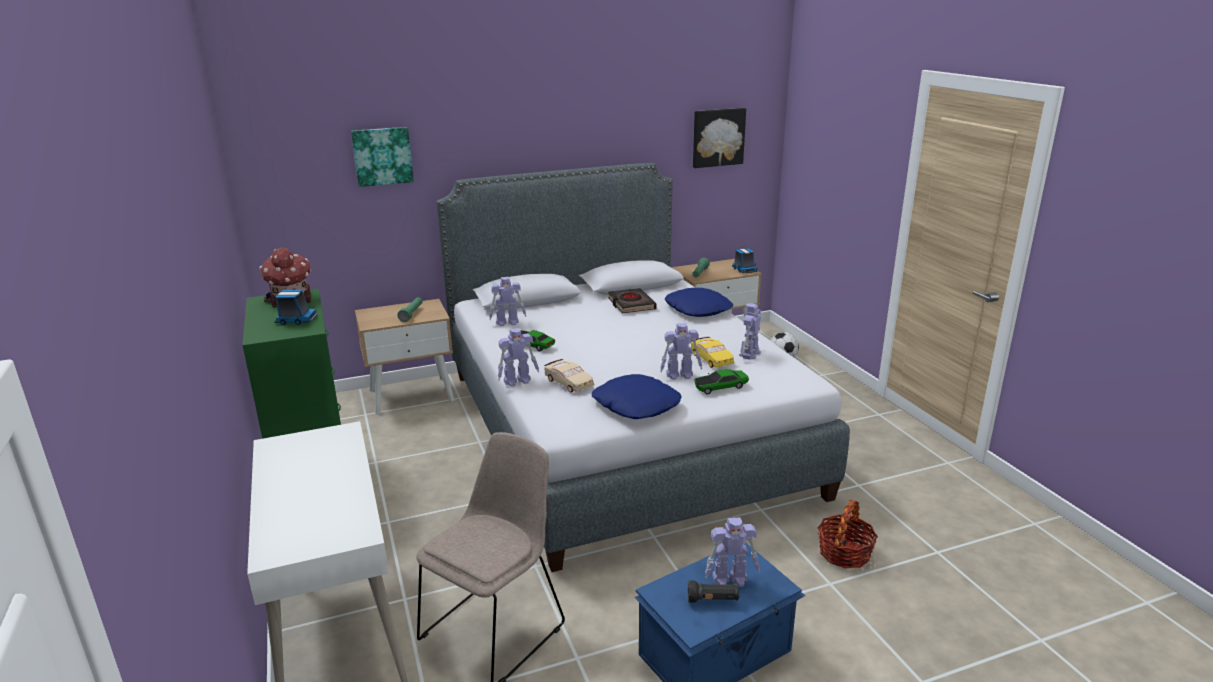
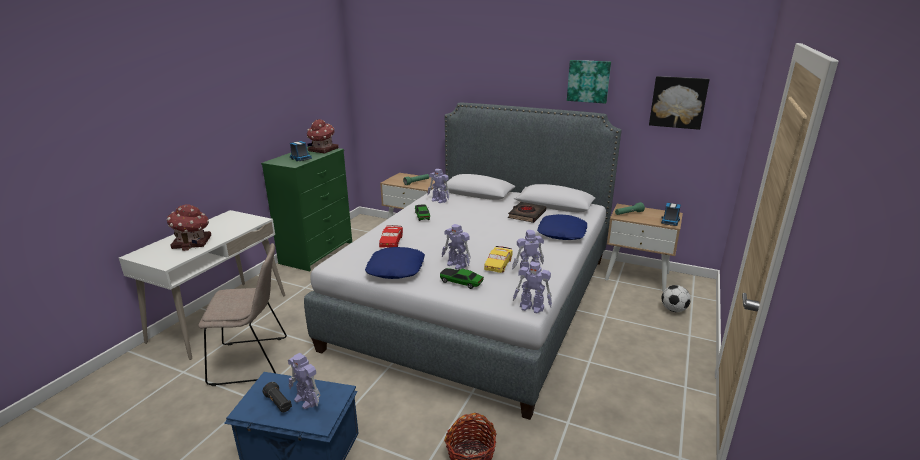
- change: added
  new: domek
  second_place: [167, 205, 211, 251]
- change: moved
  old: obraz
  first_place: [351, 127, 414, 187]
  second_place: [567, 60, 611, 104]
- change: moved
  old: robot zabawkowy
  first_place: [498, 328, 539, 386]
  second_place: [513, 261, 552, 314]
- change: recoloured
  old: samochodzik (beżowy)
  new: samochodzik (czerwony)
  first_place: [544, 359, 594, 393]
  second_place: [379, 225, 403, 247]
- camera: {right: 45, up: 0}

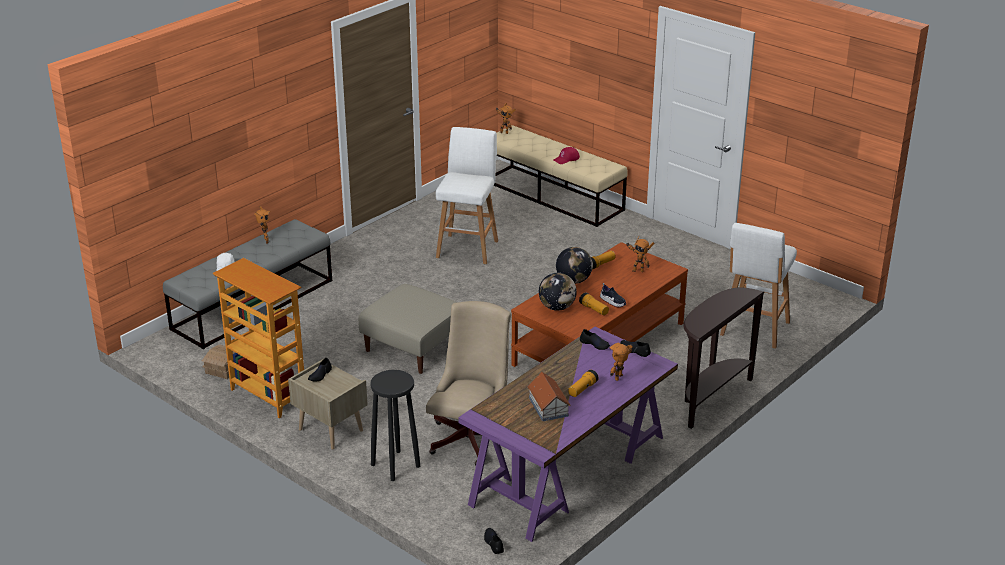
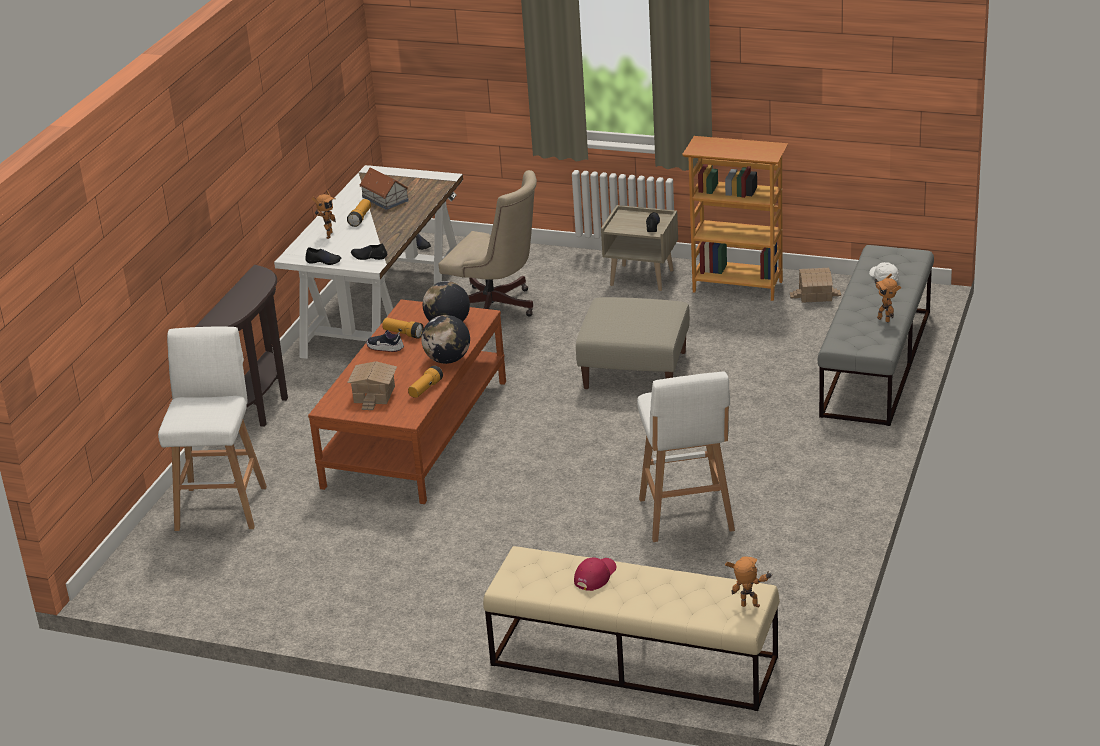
- change: removed
  old: stołek (czarny)
  first_place: [371, 370, 420, 481]
- change: replaced
  old: robot zabawkowy
  new: domek
  first_place: [626, 236, 655, 272]
  second_place: [347, 361, 397, 410]
- change: recoloured
  old: biurko (fioletowy)
  new: biurko (biały)
  first_place: [458, 327, 678, 542]
  second_place: [274, 165, 463, 359]
- change: turned
  old: krzesło biurowe (beżowy)
  first_place: [426, 301, 511, 465]
  second_place: [438, 170, 537, 317]
  degrees: -60
- camera: {right: 160, up: 0}

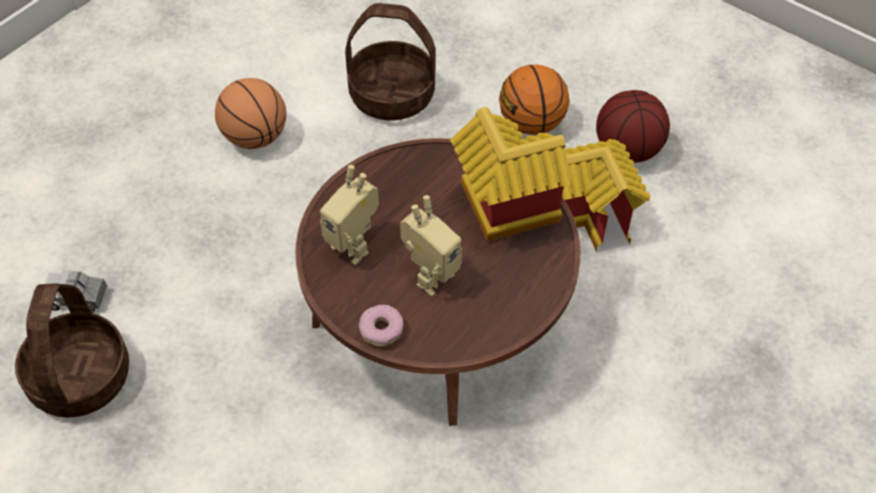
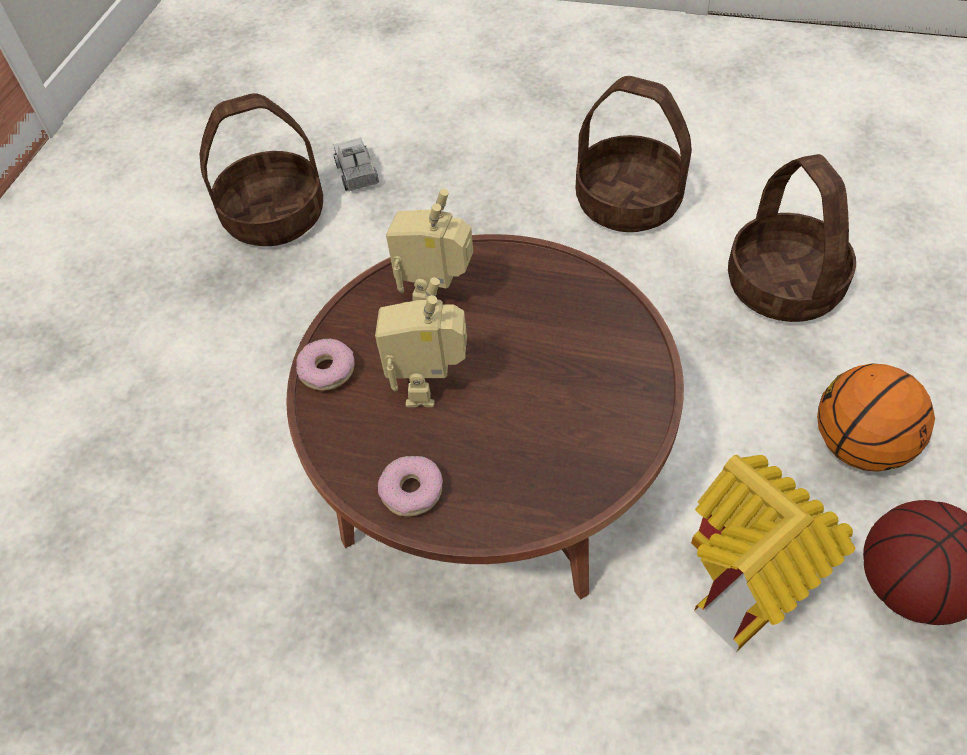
- change: removed
  old: domek
  first_place: [450, 107, 572, 242]
- change: added
  new: donut
  second_place: [378, 456, 443, 517]
- change: replaced
  old: piłka do koszykówki
  new: koszyk
  first_place: [215, 78, 286, 149]
  second_place: [576, 76, 692, 232]
- change: turned
  old: robot zabawkowy
  first_place: [400, 195, 462, 297]
  second_place: [375, 277, 467, 407]
  degrees: 75
- camera: {right: 70, up: 0}

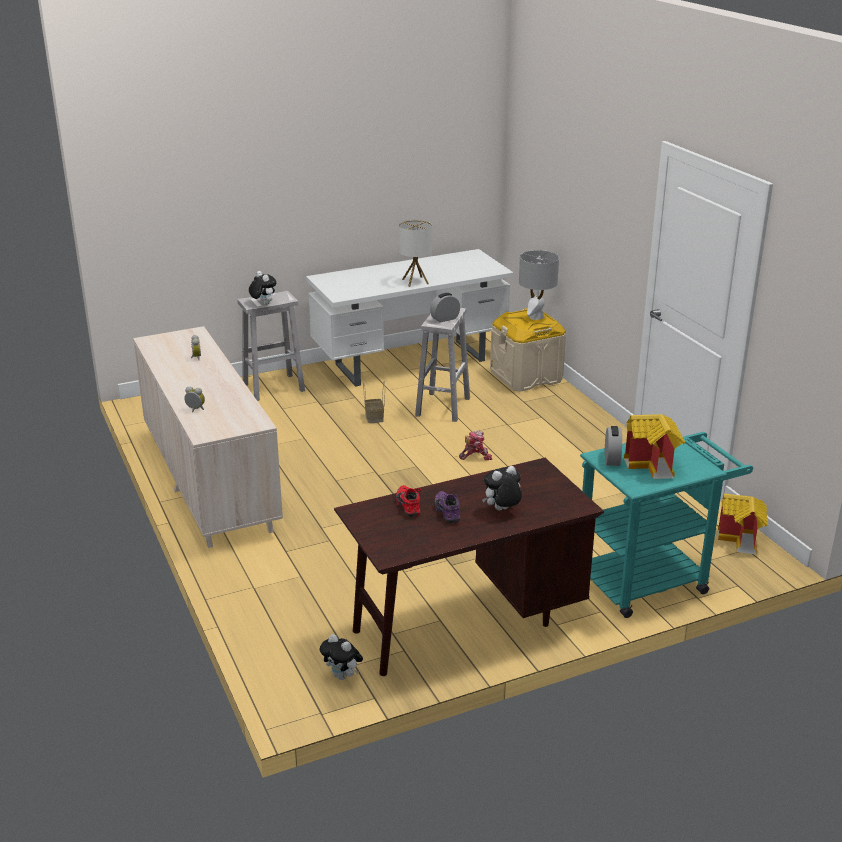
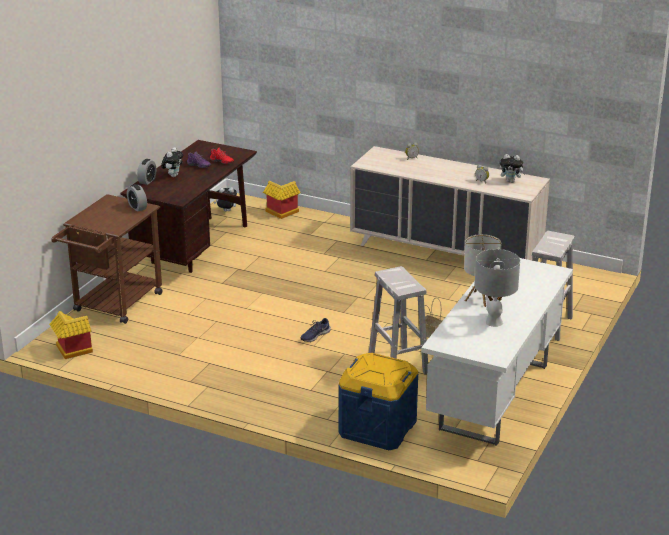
- change: moved
  old: pluszak
  first_place: [249, 271, 276, 305]
  second_place: [499, 154, 526, 183]
- change: moved
  old: budzik
  first_place: [430, 293, 460, 323]
  second_place: [137, 159, 156, 185]
- change: moved
  old: lampa stołowa (szary)
  first_place: [519, 250, 559, 320]
  second_place: [475, 249, 520, 327]
- change: moved
  old: domek
  first_place: [624, 414, 685, 479]
  second_place: [263, 181, 301, 219]
- change: replaced
  old: robot zabawkowy
  new: but (niebieski)
  first_place: [459, 431, 492, 460]
  second_place: [300, 318, 331, 342]
- change: recoloured
  old: pojemnik do przechowywania (beżowy)
  new: pojemnik do przechowywania (niebieski)
  first_place: [490, 308, 566, 392]
  second_place: [338, 353, 419, 450]
- change: recoloured
  old: wózek (turkusowy)
  new: wózek (brązowy)
  first_place: [580, 432, 753, 618]
  second_place: [51, 194, 163, 324]
- camera: {right: 140, up: 0}

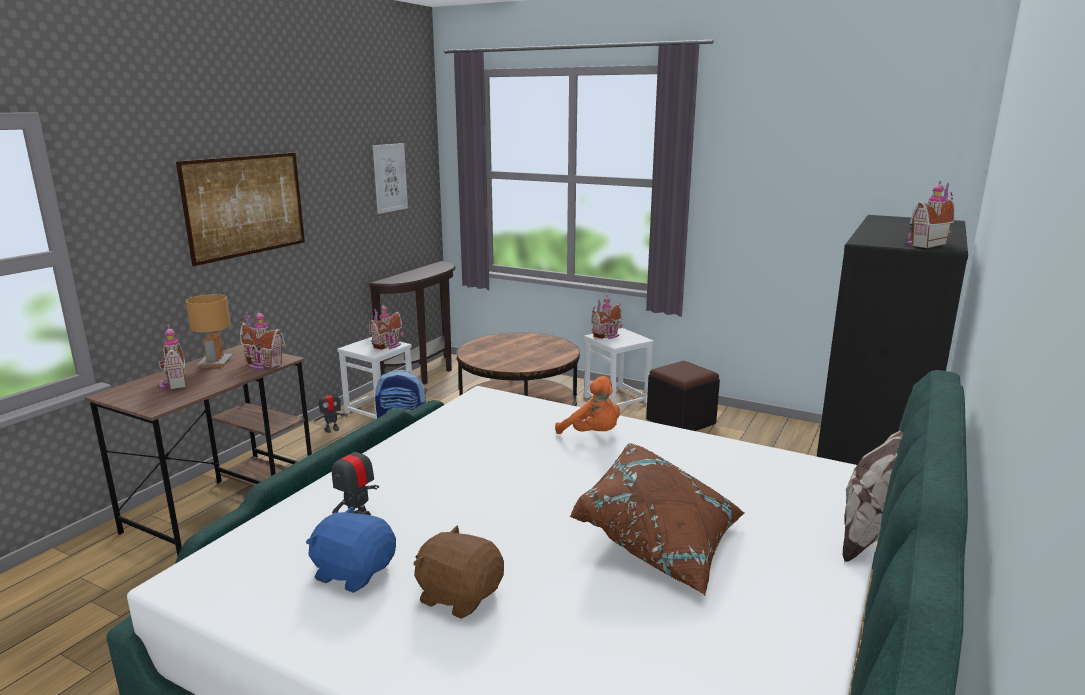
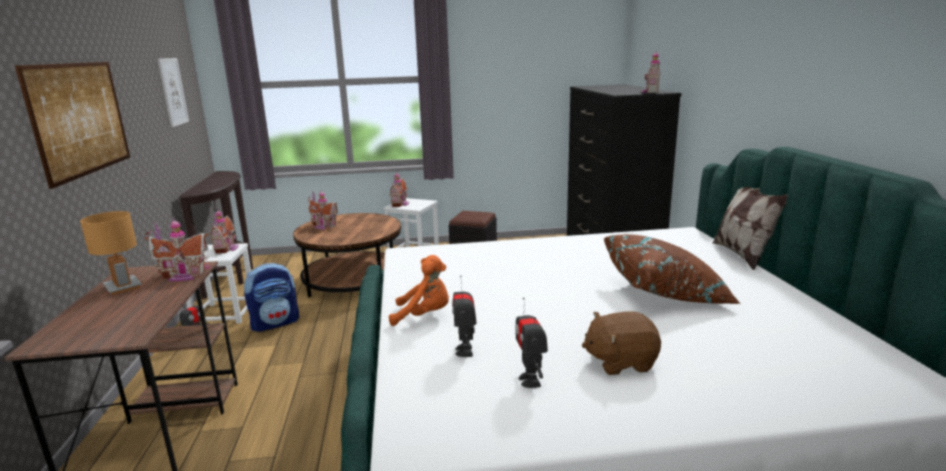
- change: moved
  old: domek
  first_place: [159, 324, 187, 390]
  second_place: [308, 190, 338, 229]
- change: moved
  old: pluszak (pomarańczowy)
  first_place: [555, 376, 620, 434]
  second_place: [389, 255, 449, 326]
- change: replaced
  old: pluszak (niebieski)
  new: robot zabawkowy
  first_place: [306, 506, 396, 593]
  second_place: [515, 298, 548, 388]
- camera: {right: -35, up: 0}

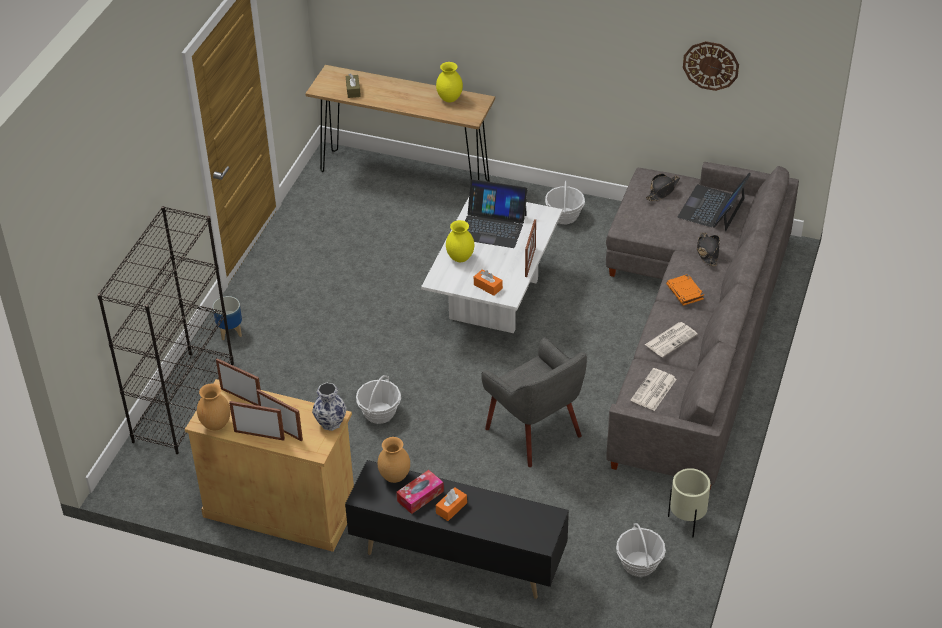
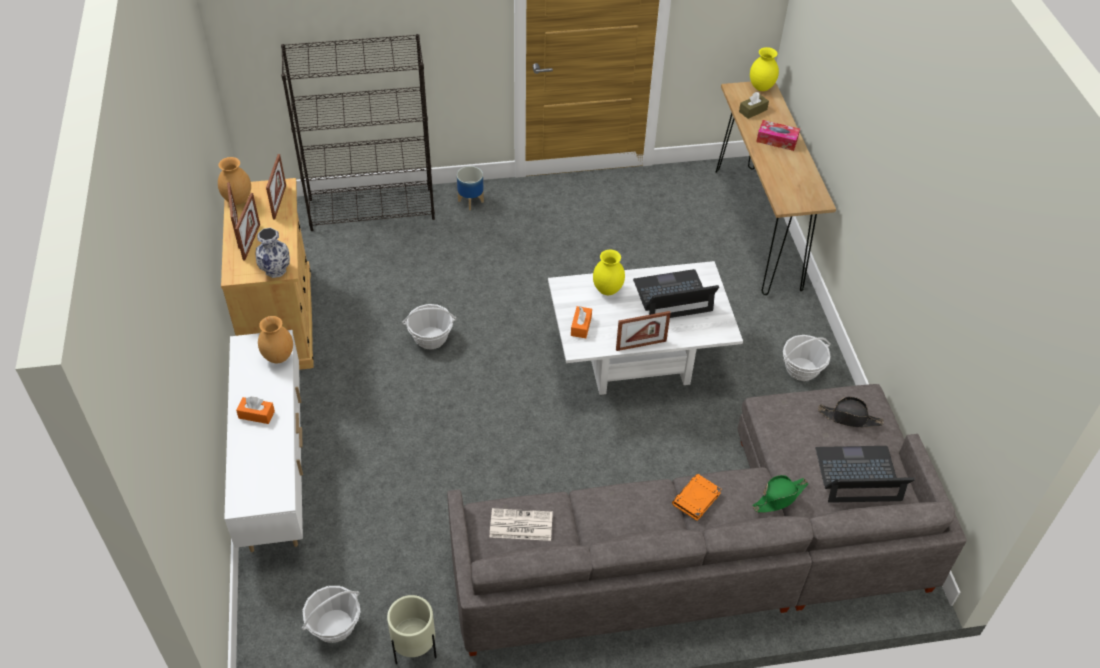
- change: removed
  old: fotel (szary)
  first_place: [481, 337, 587, 467]
- change: removed
  old: gazeta
  first_place: [645, 322, 698, 357]
- change: removed
  old: zegar ścienny
  first_place: [683, 41, 739, 91]
- change: moved
  old: pudełko chusteczek
  first_place: [396, 470, 444, 514]
  second_place: [756, 120, 800, 151]
- change: moved
  old: wazon (żółty)
  first_place: [436, 62, 463, 102]
  second_place: [750, 47, 779, 91]
- change: recoloured
  old: szafka pod telewizor (czarny)
  new: szafka pod telewizor (biały)
  first_place: [345, 460, 569, 599]
  second_place: [224, 330, 303, 552]
- change: recoloured
  old: kapelusz (czarny)
  new: kapelusz (zielony)
  first_place: [697, 232, 720, 266]
  second_place: [752, 475, 809, 513]
- change: turned
  old: laptop
  first_place: [465, 179, 528, 248]
  second_place: [633, 269, 719, 318]
  degrees: 90
- camera: {right: 60, up: 5}

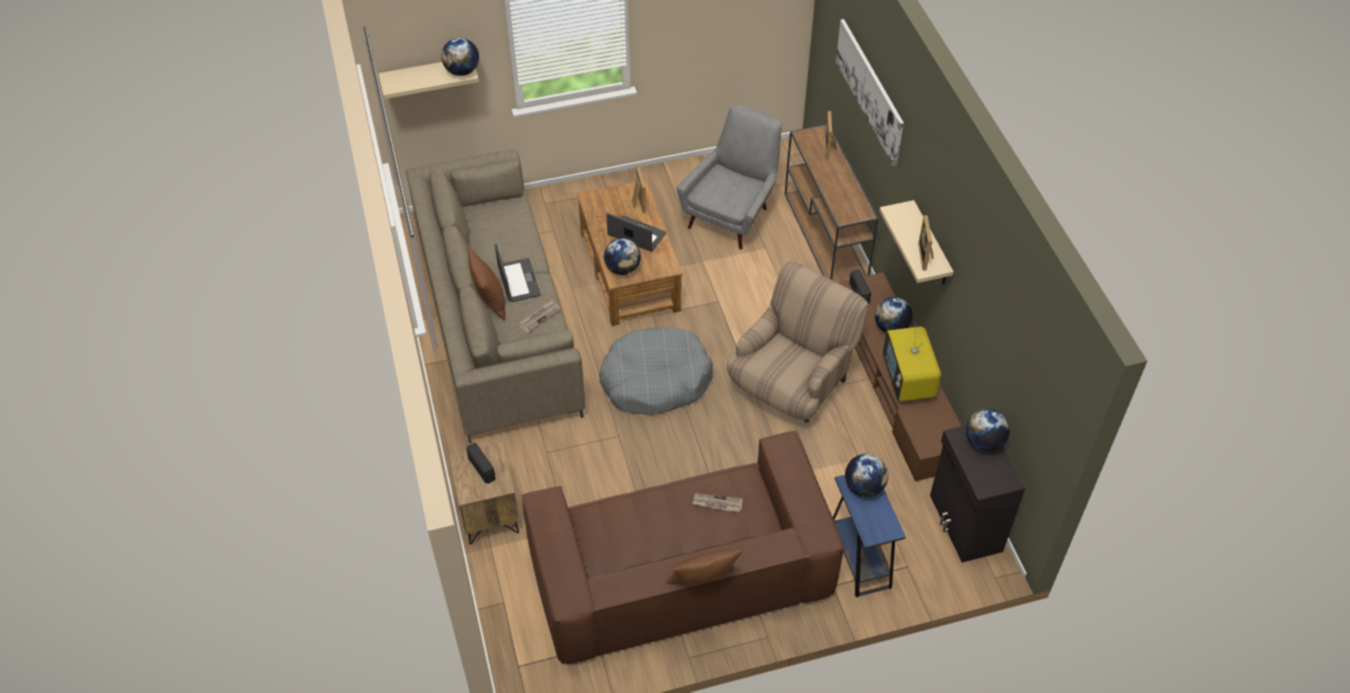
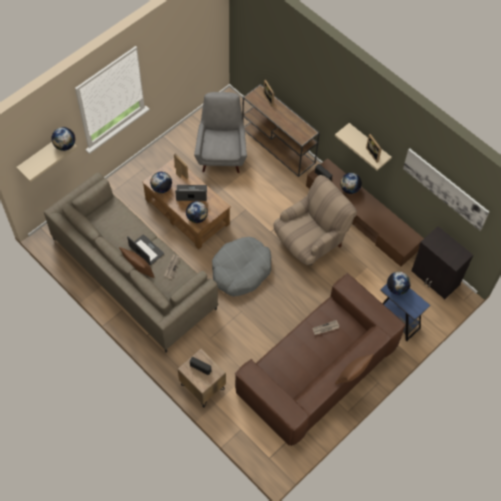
- change: removed
  old: telewizor
  first_place: [883, 323, 941, 401]
- change: moved
  old: obraz
  first_place: [836, 19, 904, 166]
  second_place: [403, 148, 489, 231]
- change: moved
  old: globus
  first_place: [966, 409, 1010, 451]
  second_place: [150, 172, 172, 193]
- change: turned
  old: fotel (beżowy)
  first_place: [727, 262, 869, 423]
  second_place: [274, 175, 357, 265]
  degrees: 45
- camera: {right: -30, up: 10}

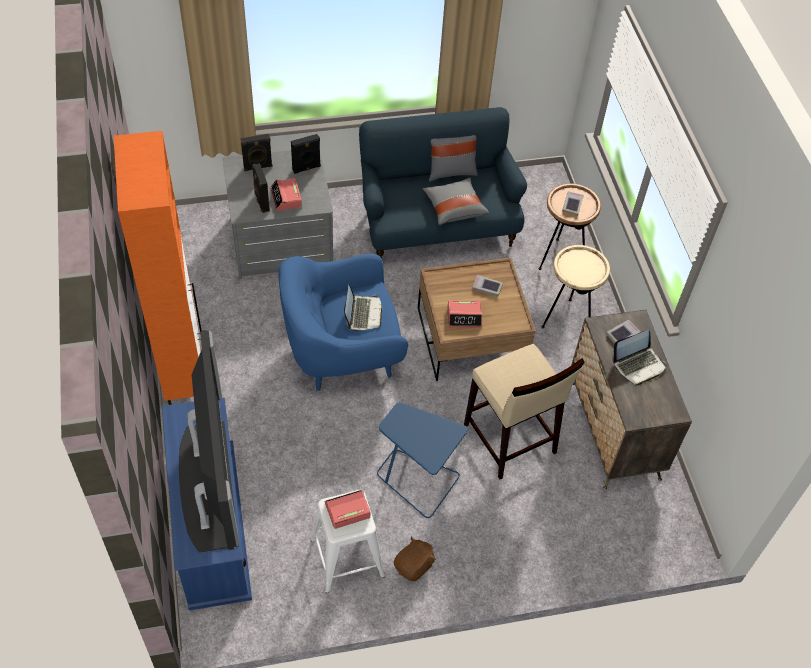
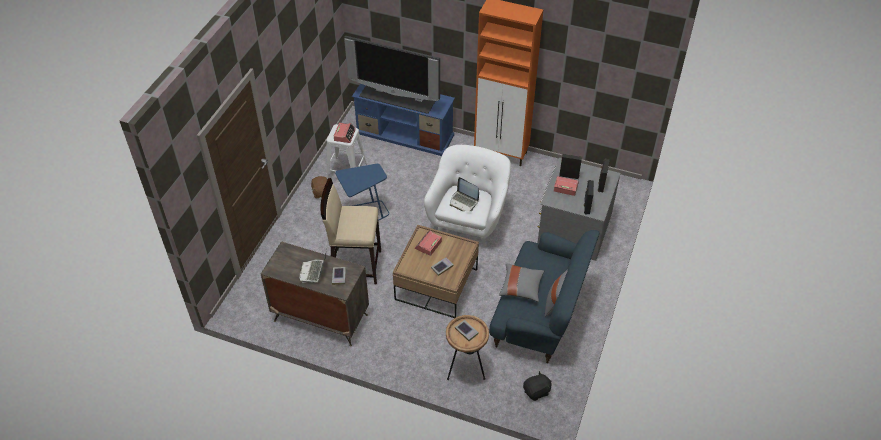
- change: removed
  old: stolik (beżowy)
  first_place: [542, 245, 610, 328]
- change: added
  new: pluszak (czarny)
  second_place: [523, 371, 552, 401]
- change: recoloured
  old: fotel (niebieski)
  new: fotel (biały)
  first_place: [278, 254, 408, 391]
  second_place: [424, 145, 511, 246]
- camera: {right: 125, up: -5}

